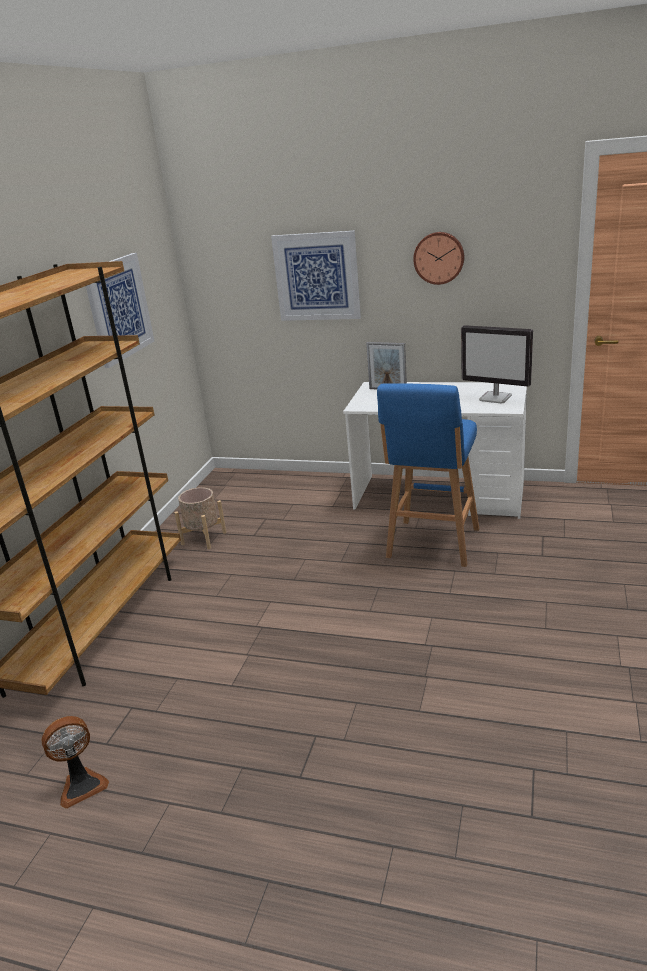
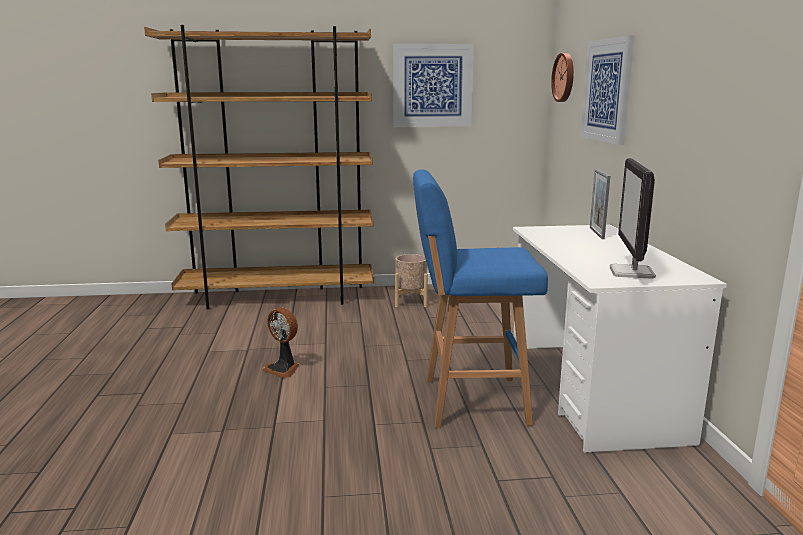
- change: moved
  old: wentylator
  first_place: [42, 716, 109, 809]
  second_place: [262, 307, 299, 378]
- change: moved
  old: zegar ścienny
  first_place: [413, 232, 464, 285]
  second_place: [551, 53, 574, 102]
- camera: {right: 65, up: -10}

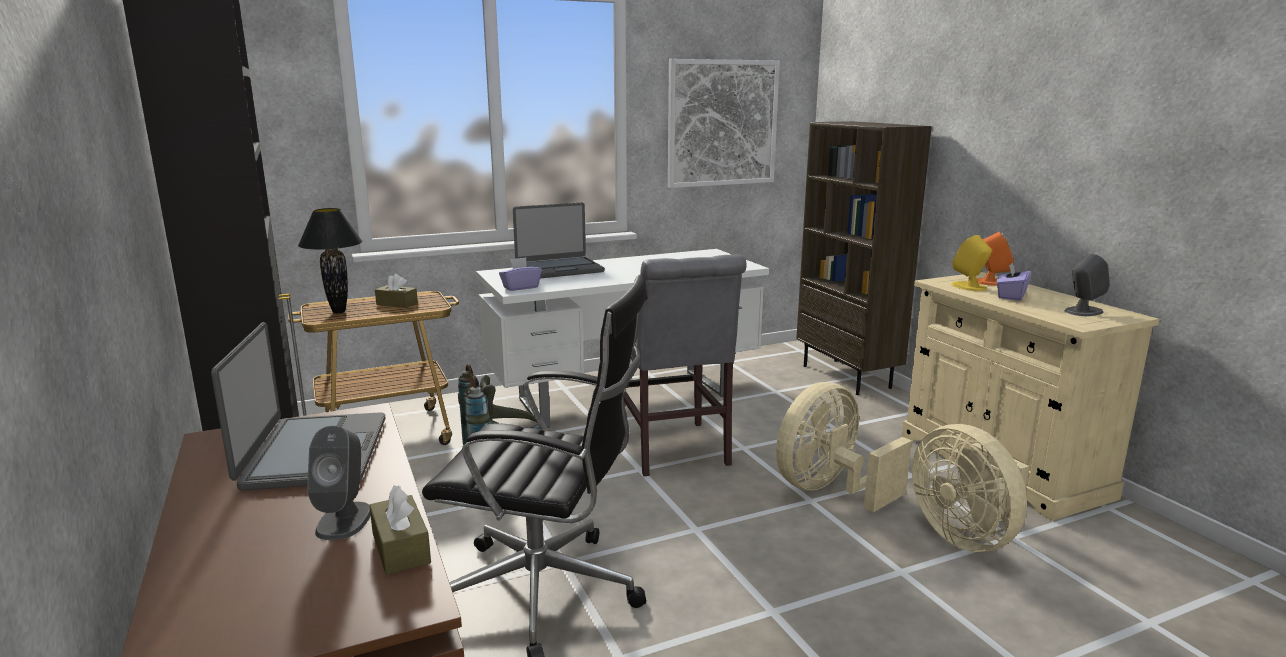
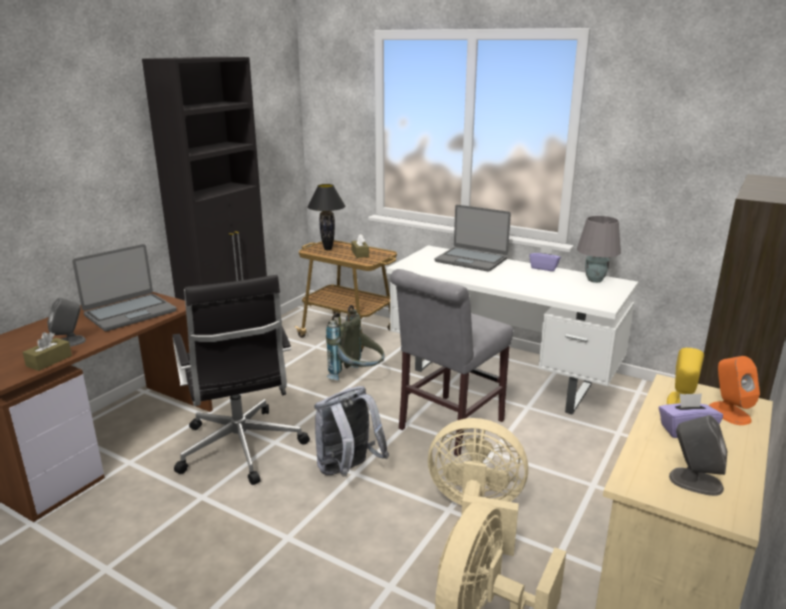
- change: removed
  old: obraz
  first_place: [668, 59, 780, 188]
- change: added
  new: plecak (szary)
  second_place: [314, 386, 389, 477]
- change: added
  new: lampa stołowa (szary)
  second_place: [577, 216, 621, 283]
- change: moved
  old: pudełko chusteczek (fioletowy)
  first_place: [499, 257, 542, 291]
  second_place: [529, 245, 561, 271]
- camera: {right: 55, up: 5}

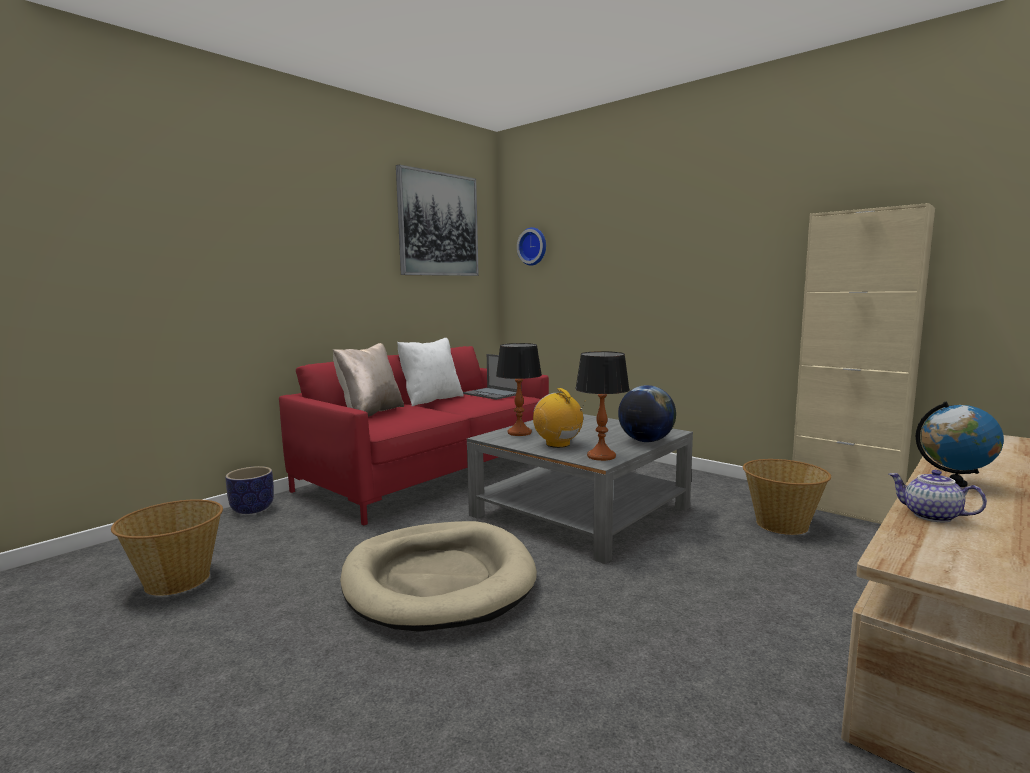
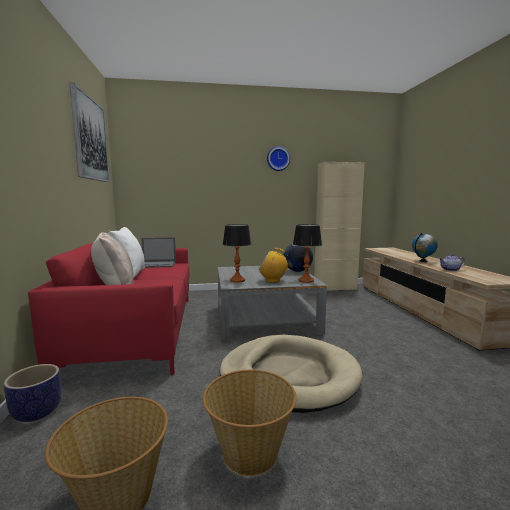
- change: moved
  old: zegar ścienny
  first_place: [517, 227, 546, 266]
  second_place: [267, 146, 290, 171]
- change: moved
  old: koszyk
  first_place: [743, 459, 831, 535]
  second_place: [203, 370, 297, 476]
- camera: {right: -50, up: 0}

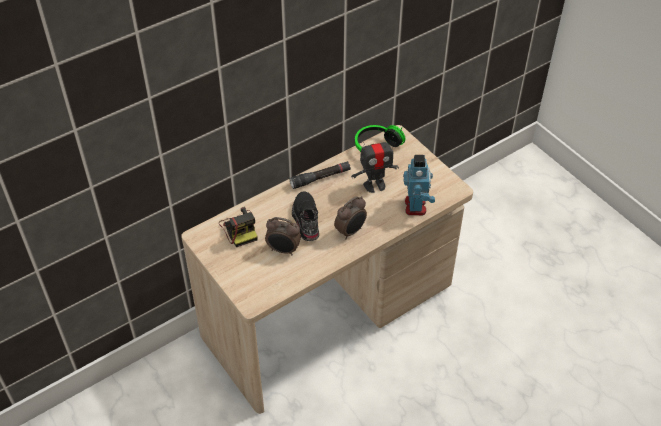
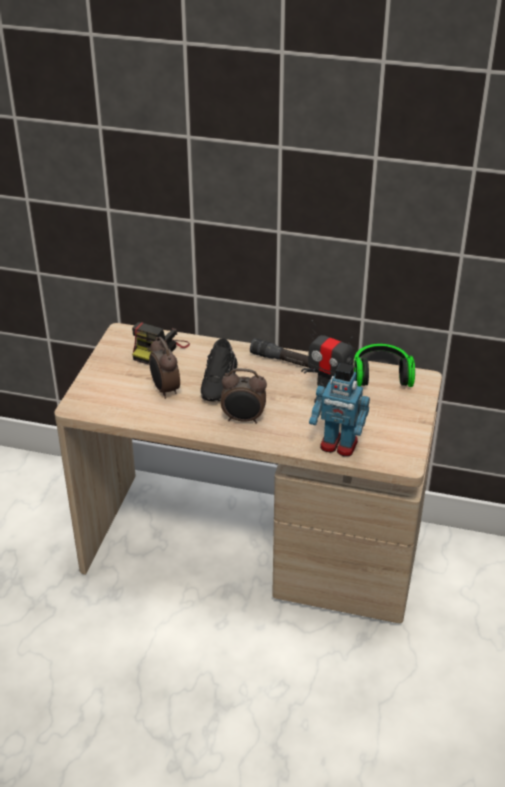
- change: turned
  old: but (czarny)
  first_place: [292, 192, 319, 241]
  second_place: [201, 338, 237, 402]
  degrees: 150
- change: turned
  old: robot zabawkowy
  first_place: [403, 155, 435, 215]
  second_place: [309, 363, 370, 456]
  degrees: 60
- camera: {right: 50, up: -10}

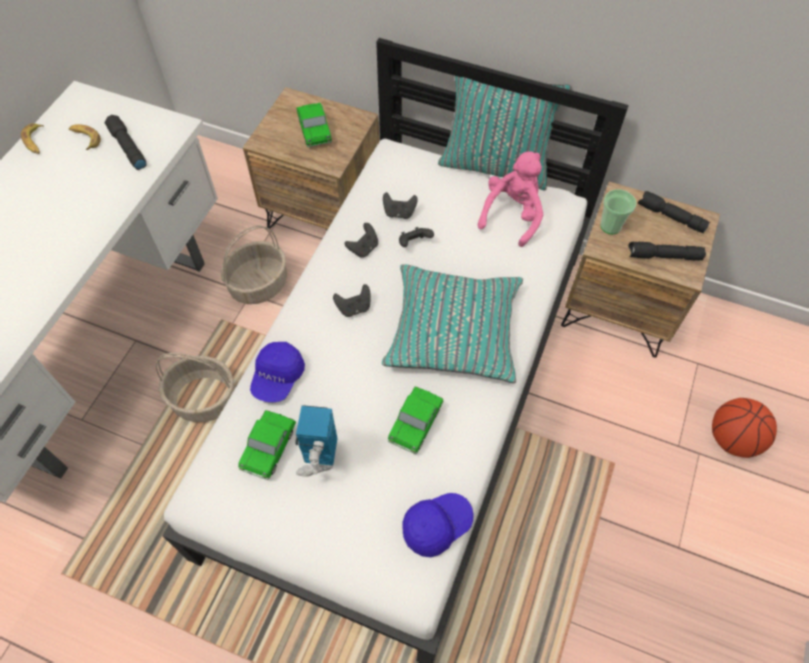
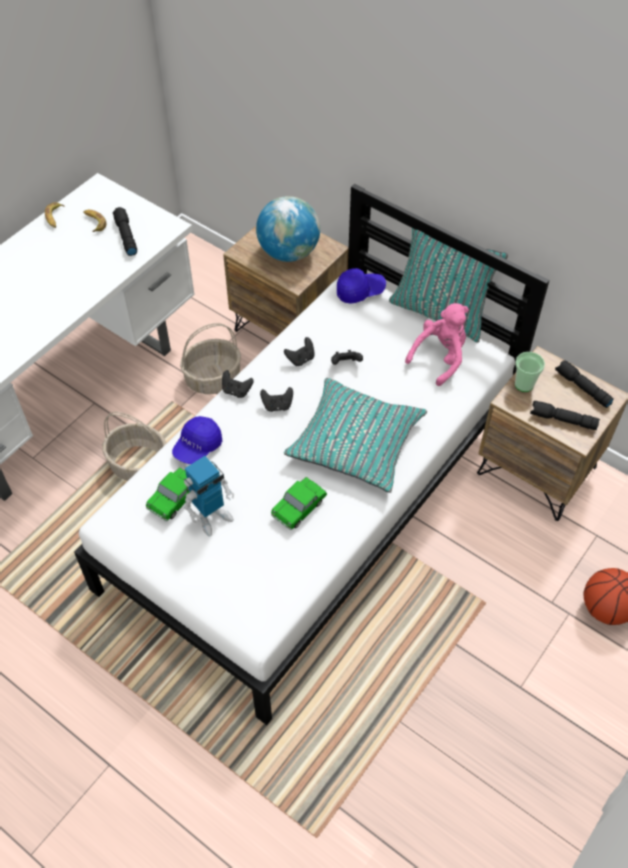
- change: moved
  old: pad do gier (czarny)
  first_place: [383, 192, 418, 219]
  second_place: [222, 370, 253, 398]
- change: moved
  old: czapka z daszkiem (niebieski)
  first_place: [402, 493, 474, 557]
  second_place: [336, 268, 386, 303]
- change: replaced
  old: samochodzik
  new: globus
  first_place: [296, 103, 332, 147]
  second_place: [256, 196, 320, 262]
- change: turned
  old: robot zabawkowy
  first_place: [295, 405, 337, 477]
  second_place: [184, 456, 234, 537]
  degrees: -150
- camera: {right: 15, up: -5}

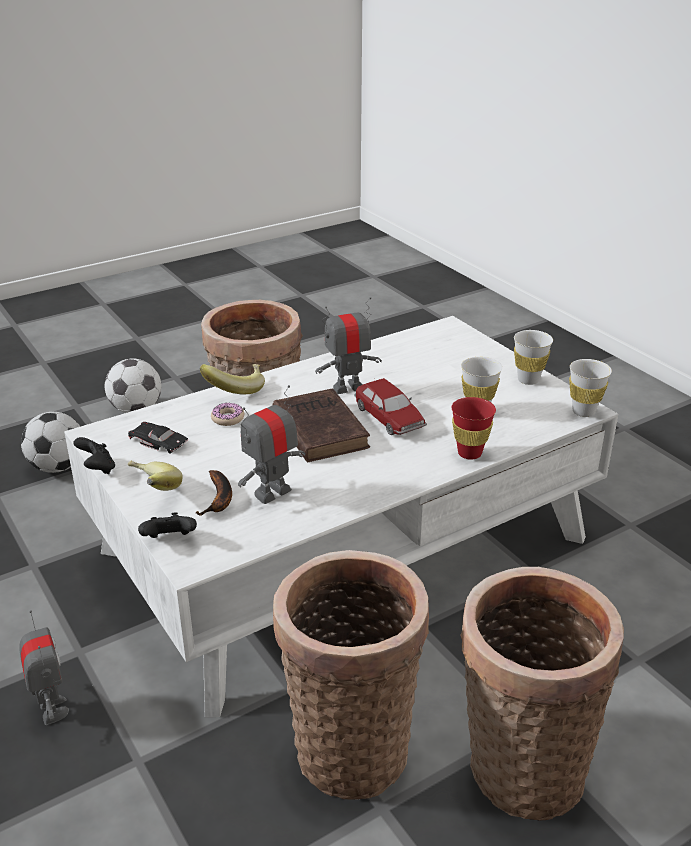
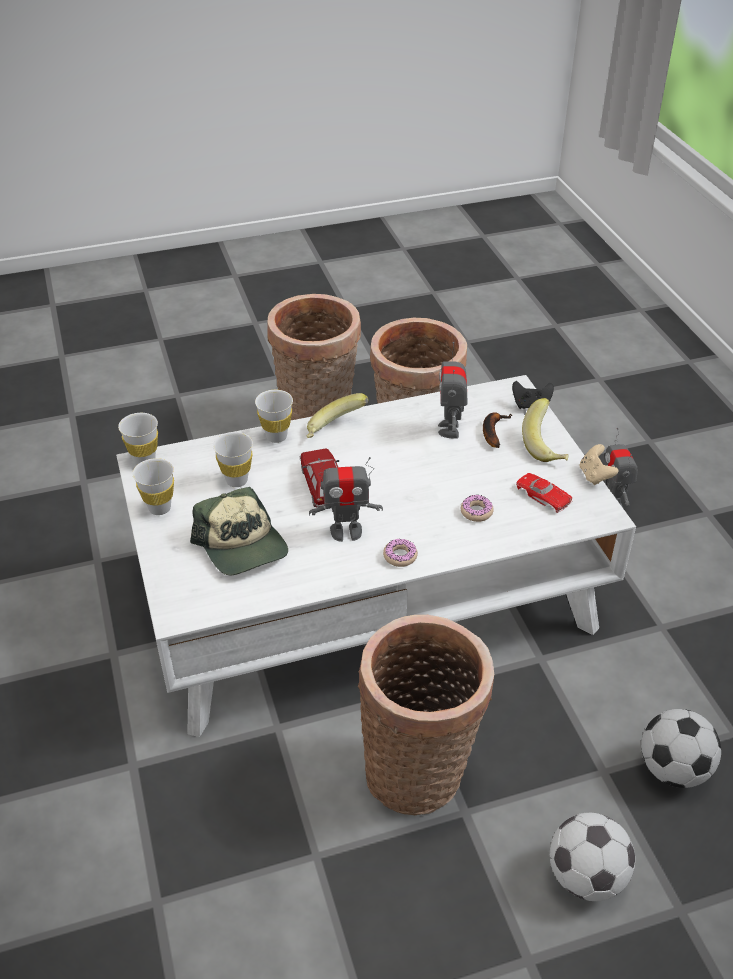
- change: removed
  old: książka (brązowy)
  first_place: [273, 389, 370, 462]
- change: added
  new: czapka z daszkiem
  second_place: [190, 487, 288, 575]
- change: added
  new: donut
  second_place: [383, 539, 418, 567]
- change: moved
  old: banan
  first_place: [200, 364, 265, 394]
  second_place: [307, 393, 369, 438]
- change: recoloured
  old: pad do gier (czarny)
  new: pad do gier (beżowy)
  first_place: [74, 437, 115, 474]
  second_place: [580, 444, 618, 485]
- change: recoloured
  old: samochodzik (czarny)
  new: samochodzik (czerwony)
  first_place: [128, 422, 188, 454]
  second_place: [516, 473, 572, 513]
- change: recoloured
  old: filiżanka (czerwony)
  new: filiżanka (biały)
  first_place: [452, 397, 496, 460]
  second_place: [255, 390, 293, 443]
- change: turned
  old: robot zabawkowy
  first_place: [238, 385, 305, 504]
  second_place: [438, 342, 467, 439]
  degrees: 120
- camera: {right: -165, up: 10}

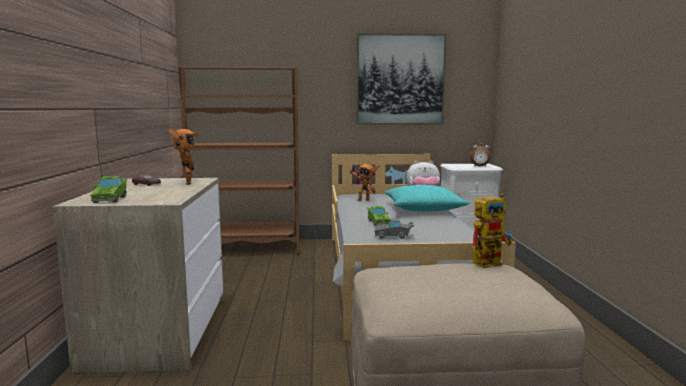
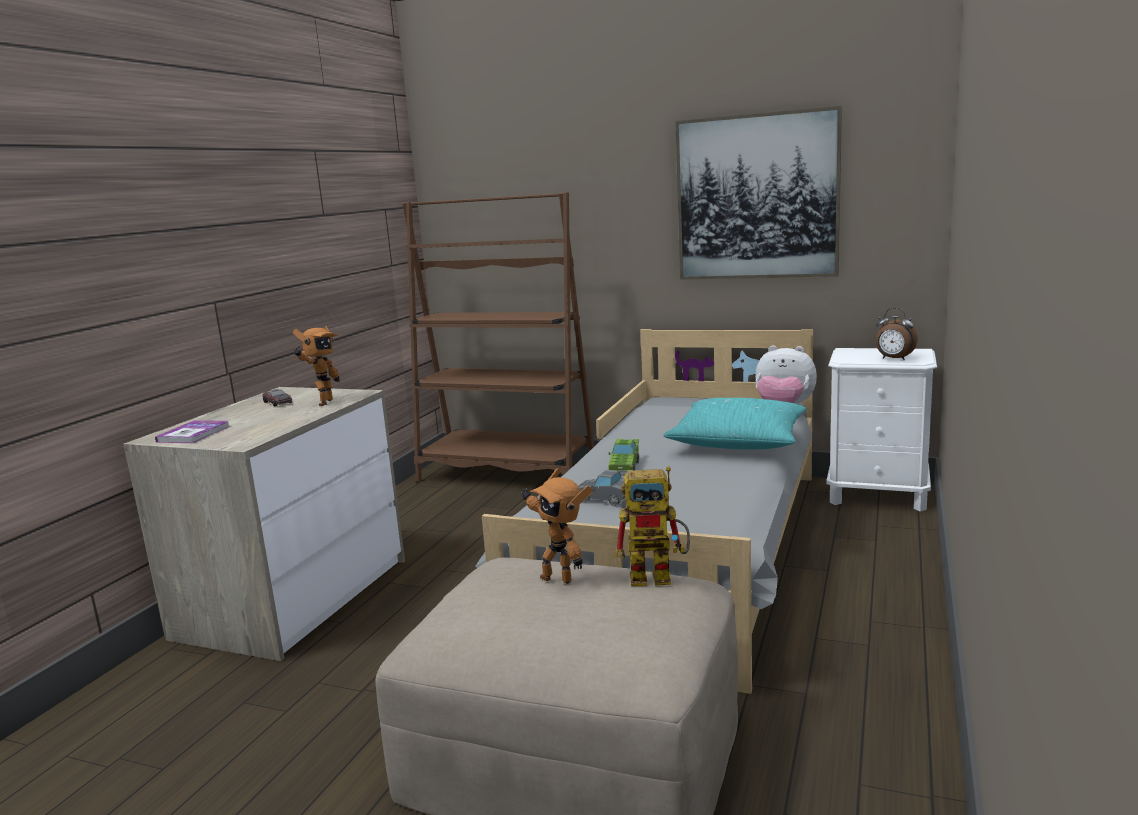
- change: moved
  old: robot zabawkowy
  first_place: [349, 162, 379, 201]
  second_place: [521, 468, 593, 583]
- change: replaced
  old: samochodzik (zielony)
  new: książka
  first_place: [90, 176, 127, 203]
  second_place: [155, 420, 230, 443]
- camera: {right: 25, up: 5}

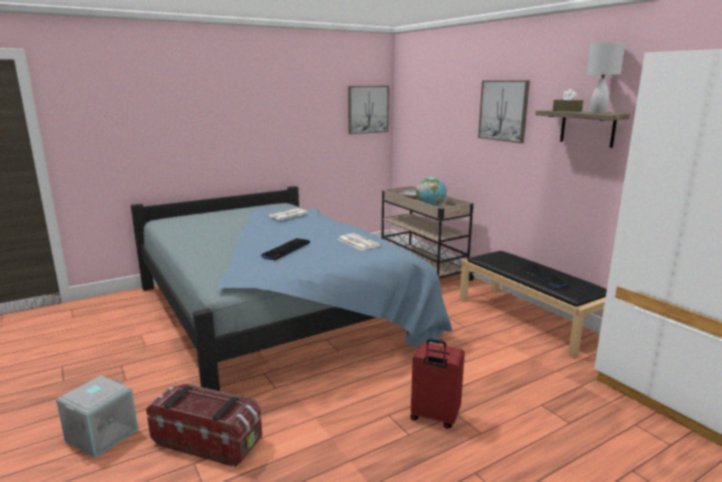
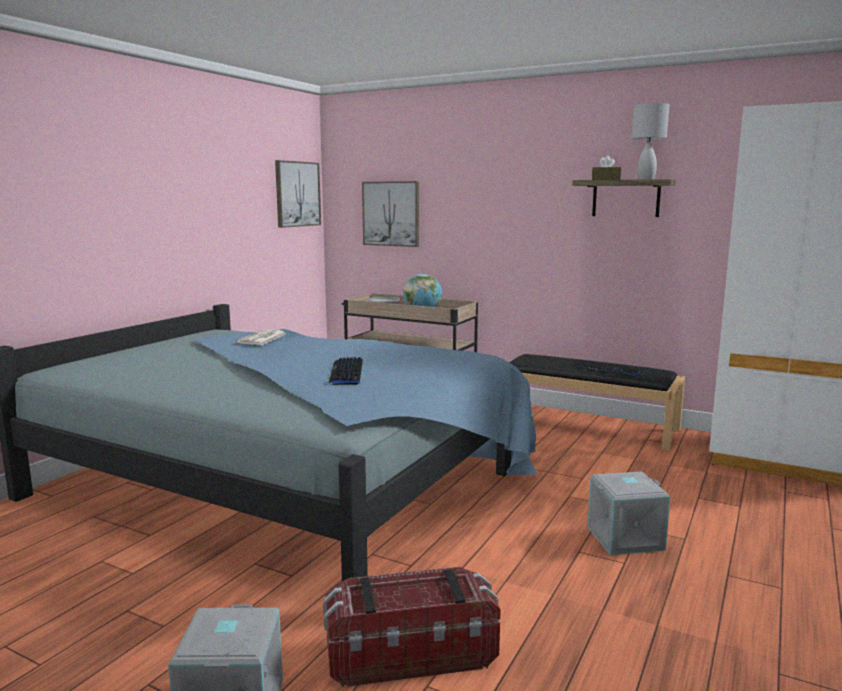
- change: removed
  old: gazeta
  first_place: [338, 233, 380, 250]
- change: moved
  old: obraz
  first_place: [478, 80, 530, 143]
  second_place: [362, 181, 419, 247]
- change: replaced
  old: walizka (czerwony)
  new: pojemnik do przechowywania (szary)
  first_place: [410, 338, 465, 429]
  second_place: [587, 472, 670, 555]
- camera: {right: -30, up: -5}

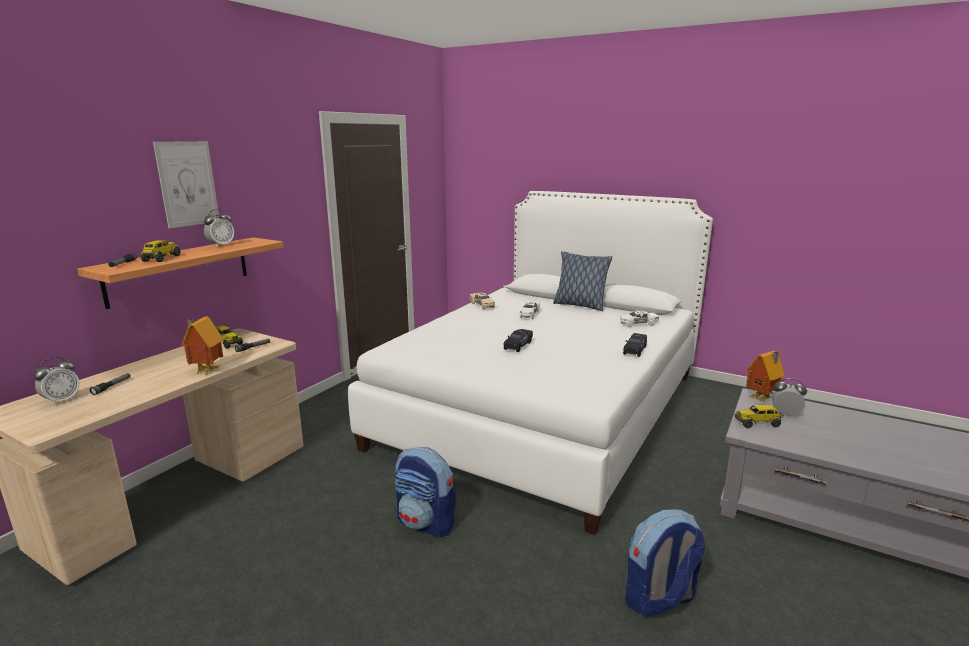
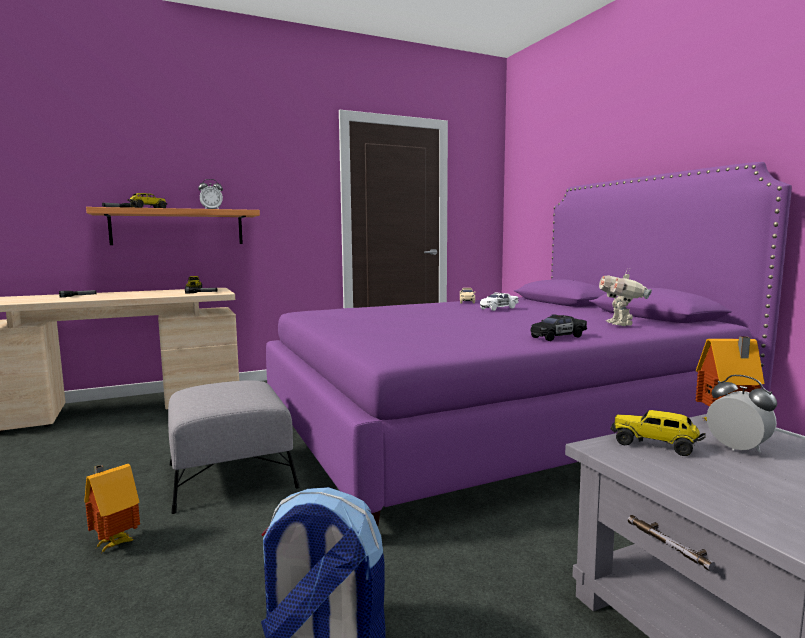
- change: removed
  old: budzik
  first_place: [33, 357, 80, 406]
- change: removed
  old: obraz
  first_place: [153, 141, 219, 228]
- change: removed
  old: samochodzik (czarny)
  first_place: [503, 329, 533, 352]
- change: removed
  old: poduszka
  first_place: [553, 251, 612, 311]
- change: moved
  old: domek
  first_place: [181, 316, 223, 376]
  second_place: [84, 464, 140, 553]
- change: replaced
  old: plecak
  new: pufa (szary)
  first_place: [395, 447, 457, 538]
  second_place: [168, 380, 300, 514]
- change: replaced
  old: samochodzik (biały)
  new: robot zabawkowy
  first_place: [620, 310, 659, 328]
  second_place: [599, 268, 652, 326]
- change: recoloured
  old: łóżko (biały)
  new: łóżko (fioletowy)
  first_place: [348, 191, 713, 535]
  second_place: [266, 162, 792, 526]
- camera: {right: 35, up: -10}

